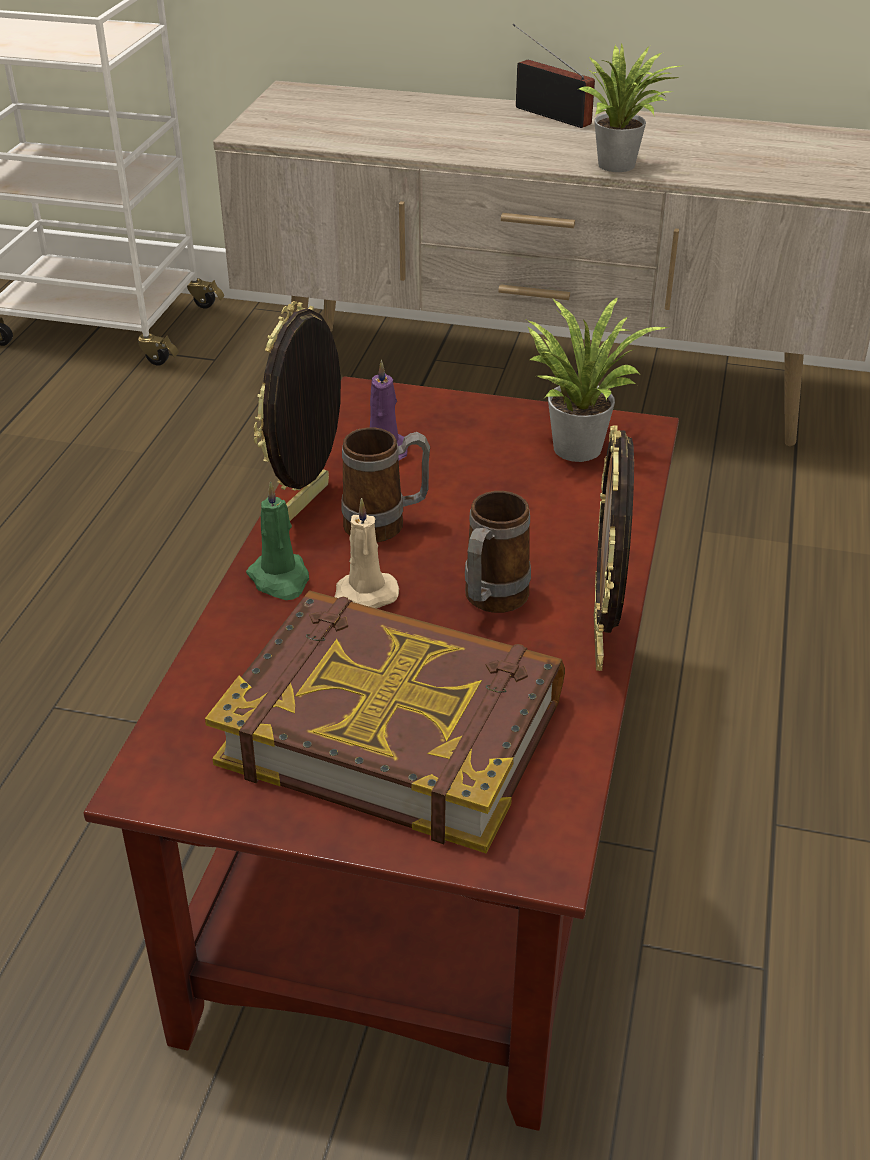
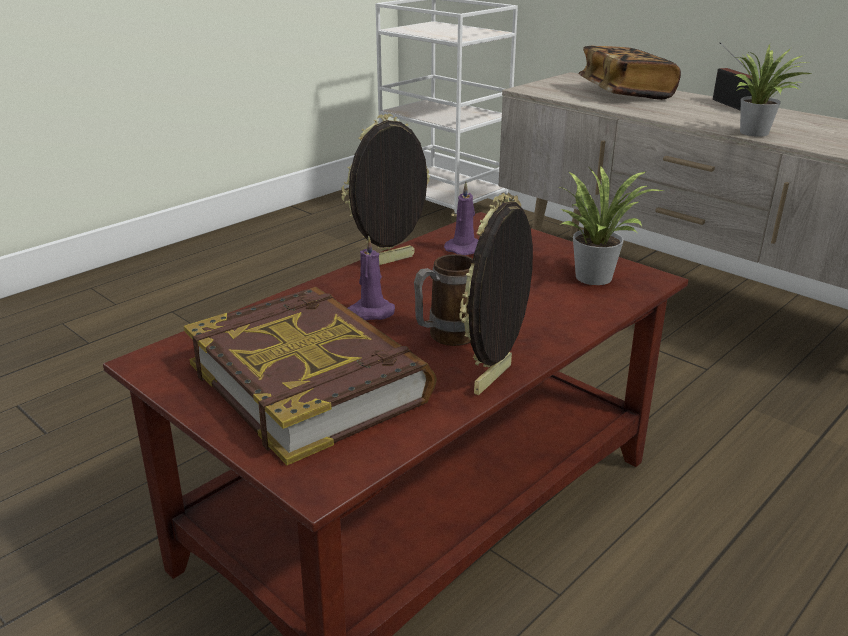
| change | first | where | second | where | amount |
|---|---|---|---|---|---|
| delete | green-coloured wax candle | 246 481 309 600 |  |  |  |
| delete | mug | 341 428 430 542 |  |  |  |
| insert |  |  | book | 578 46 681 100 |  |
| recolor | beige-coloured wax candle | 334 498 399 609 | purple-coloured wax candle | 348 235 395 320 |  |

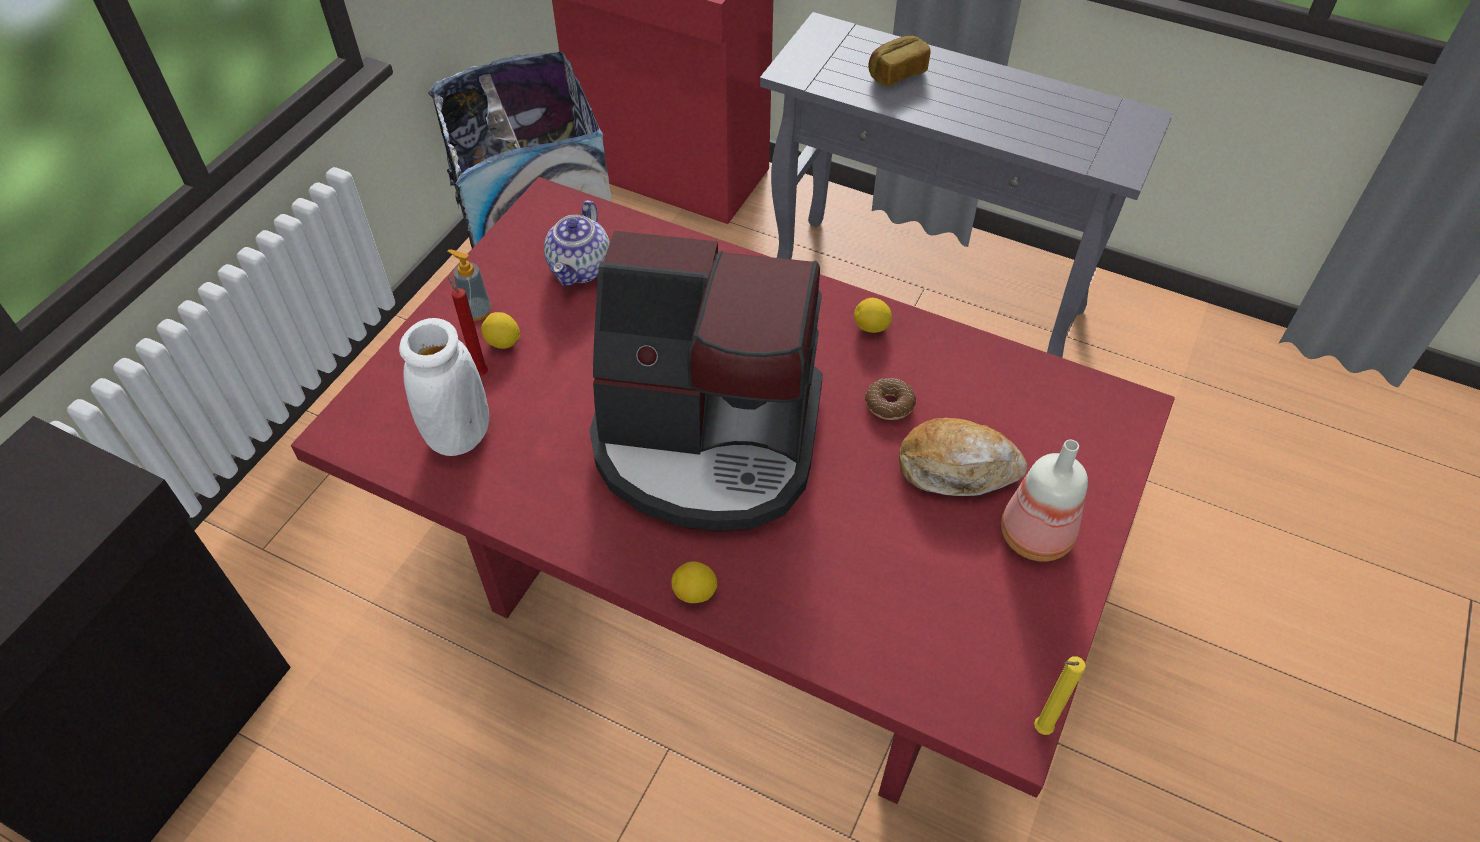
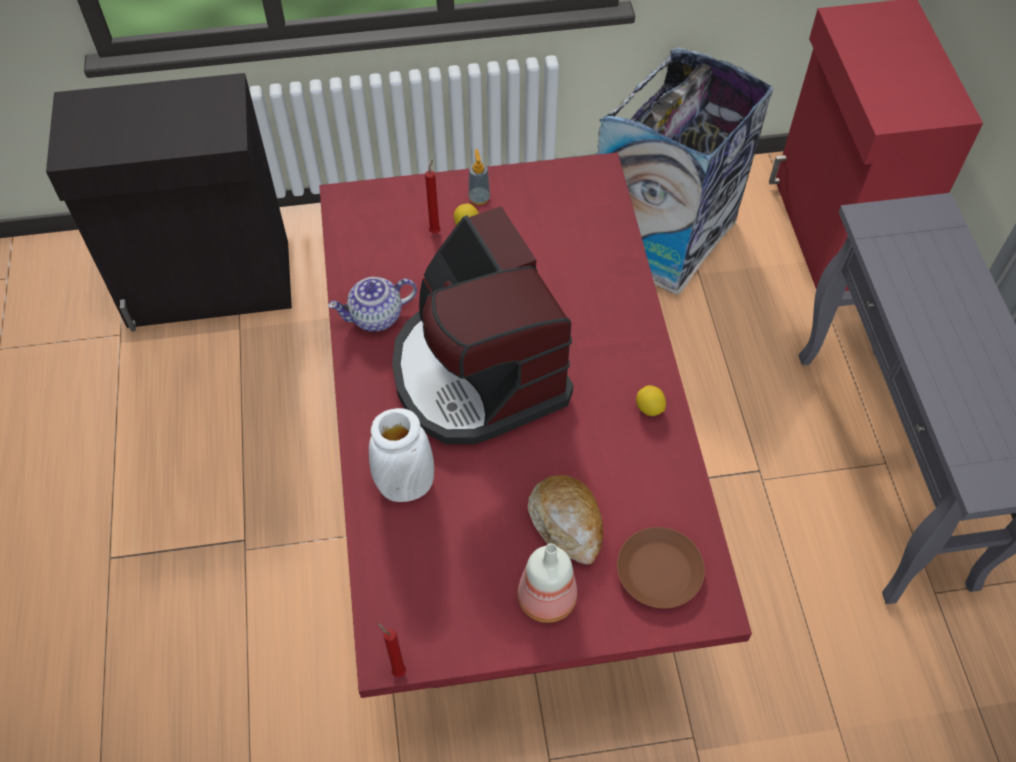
| change | first | where | second | where | amount |
|---|---|---|---|---|---|
| delete | whole lemon | 671 561 717 603 |  |  |  |
| delete | ring doughnut | 865 378 916 420 |  |  |  |
| delete | baked bread | 868 36 931 87 |  |  |  |
| insert |  |  | brown-coloured plate | 617 527 705 608 |  |
| move | white-coloured vase | 399 318 489 456 |  | 369 408 434 502 |  |
| move | pot for tea | 544 200 610 286 |  | 328 277 417 332 |  |
| recolor | yellow-coloured wax candle | 1034 656 1086 735 | red wax candle | 377 623 406 677 |  |

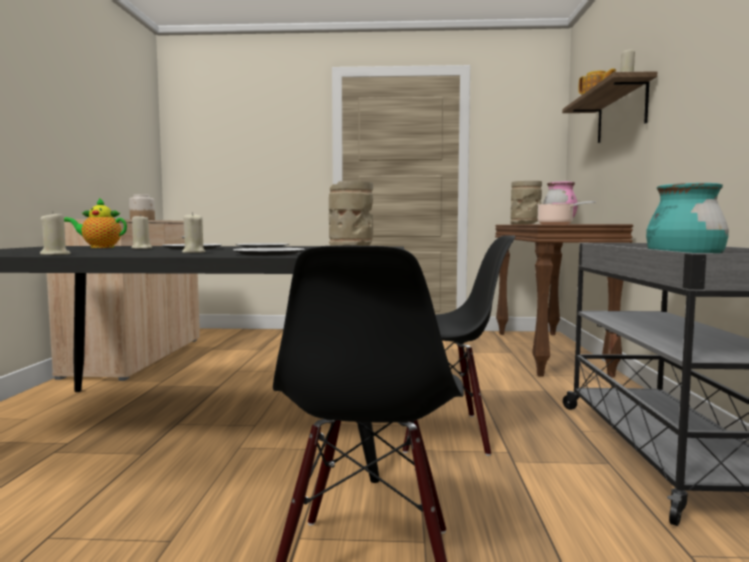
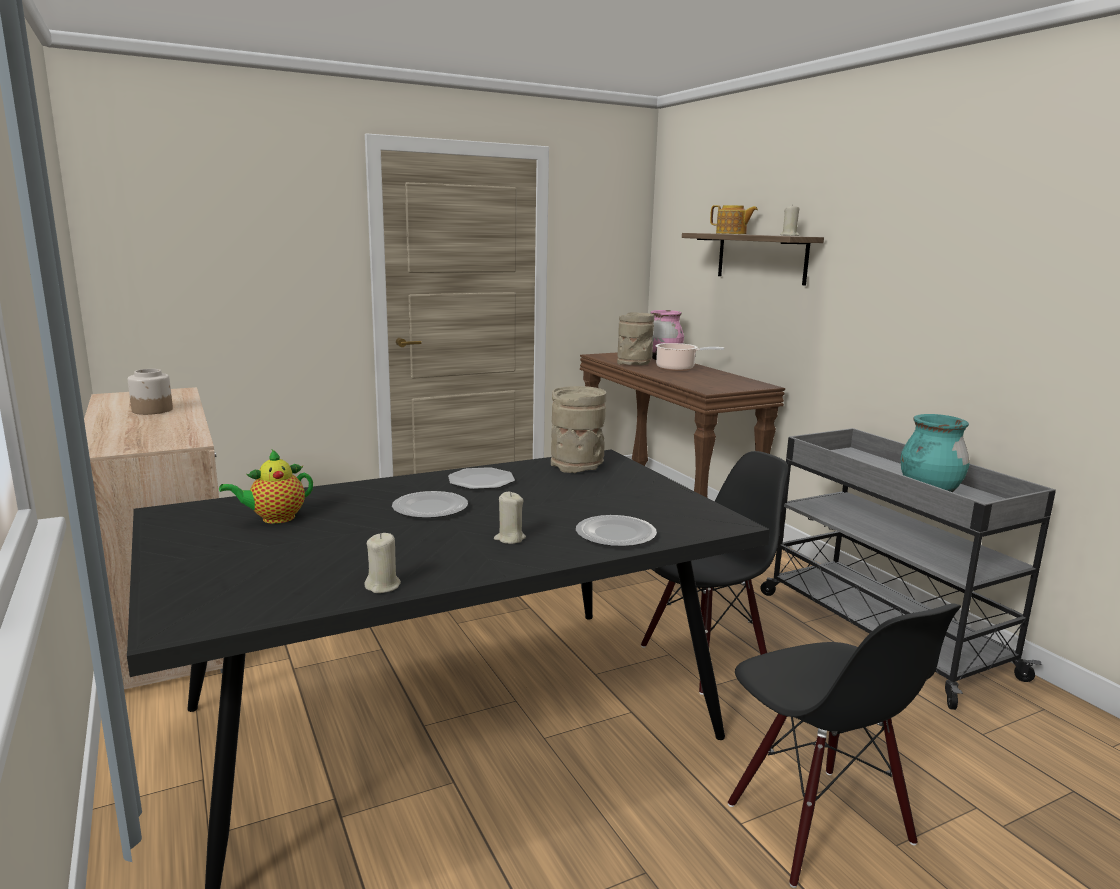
| change | first | where | second | where | amount |
|---|---|---|---|---|---|
| delete | beige-coloured wax candle | 131 214 152 249 |  |  |  |

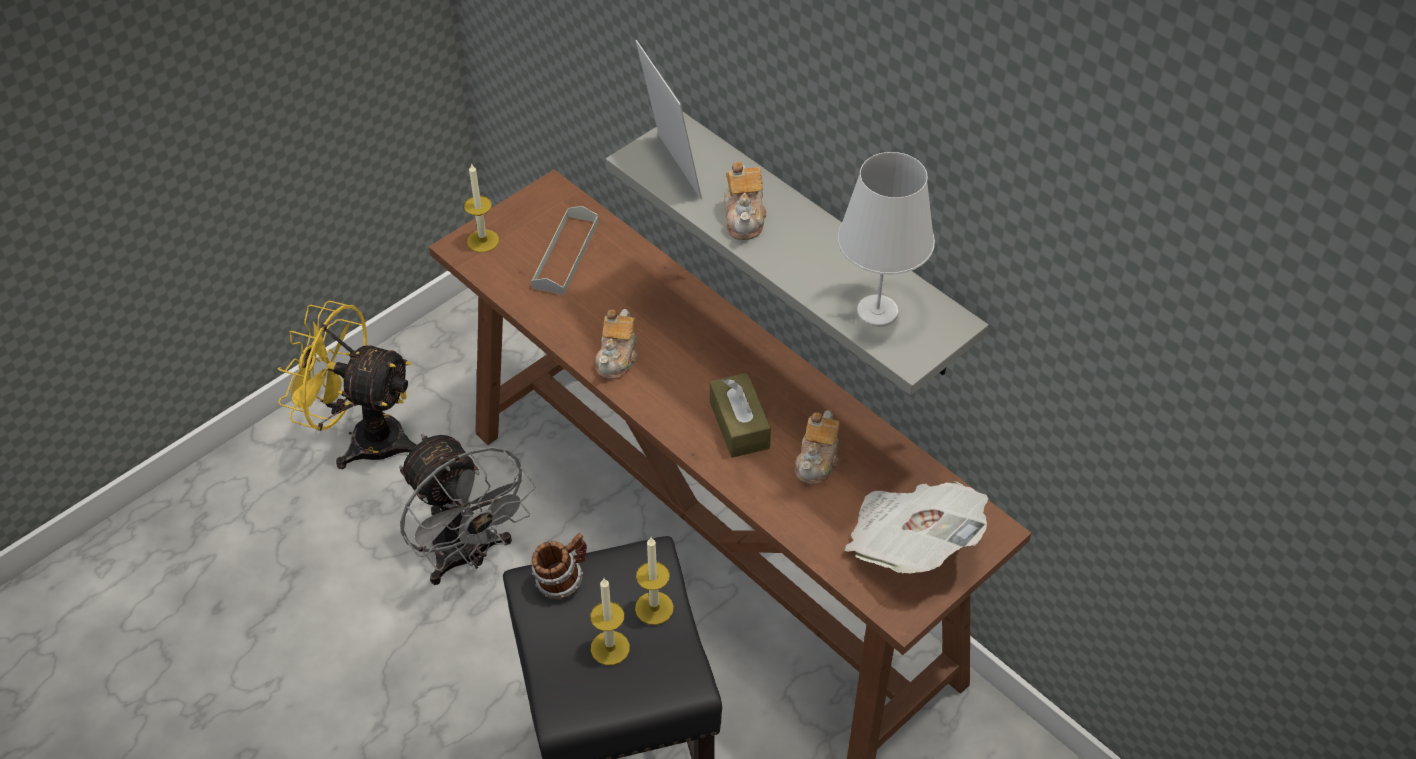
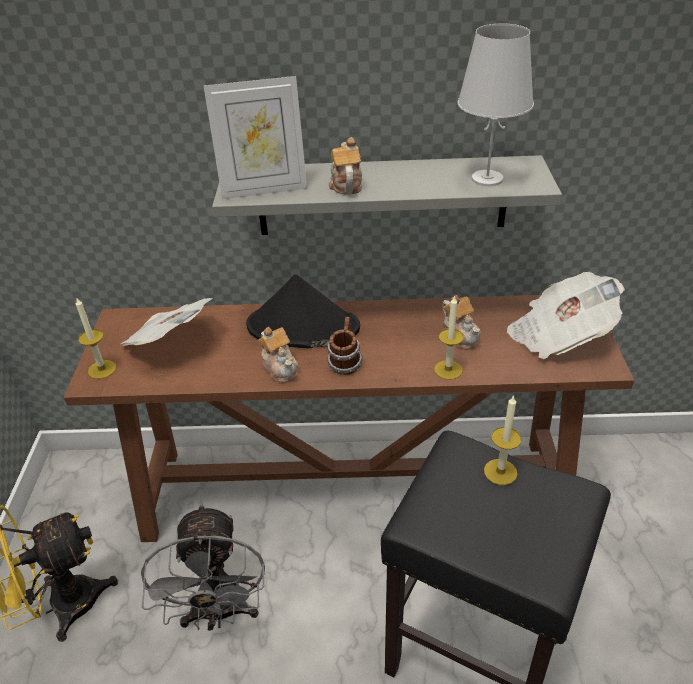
| change | first | where | second | where | amount |
|---|---|---|---|---|---|
| delete | brown-coloured box of tissues | 710 373 771 458 |  |  |  |
| insert |  |  | blackish clothing hat | 246 274 360 348 |  |
| move | mug | 531 533 587 599 |  | 327 317 363 375 |  |
| move | wax candle | 590 578 630 665 |  | 434 295 464 380 |  |
| replace | greyish serving tray | 531 206 599 295 | printed paper | 121 298 213 346 |  |
| rotate | greyish electric fan | 399 434 536 585 |  | 141 503 265 631 | 75 degrees clockwise |
| rotate | standing frame | 636 40 702 199 |  | 204 76 307 199 | 150 degrees clockwise |
| rotate | pot for tea | 724 161 766 240 |  | 329 137 362 195 | 135 degrees counterclockwise |

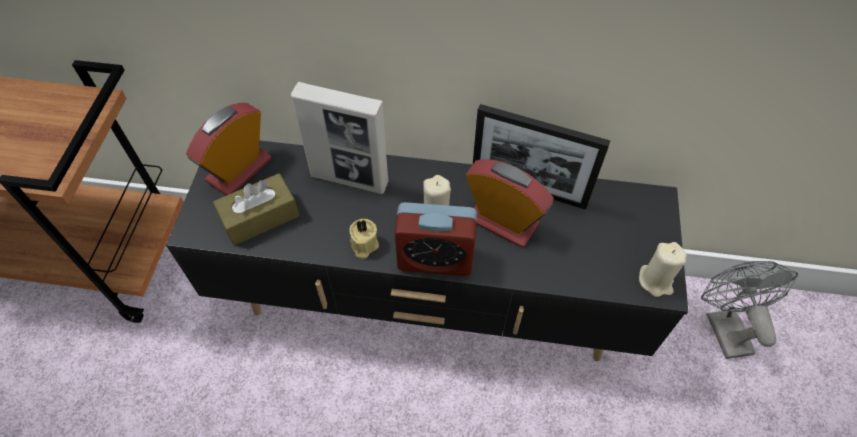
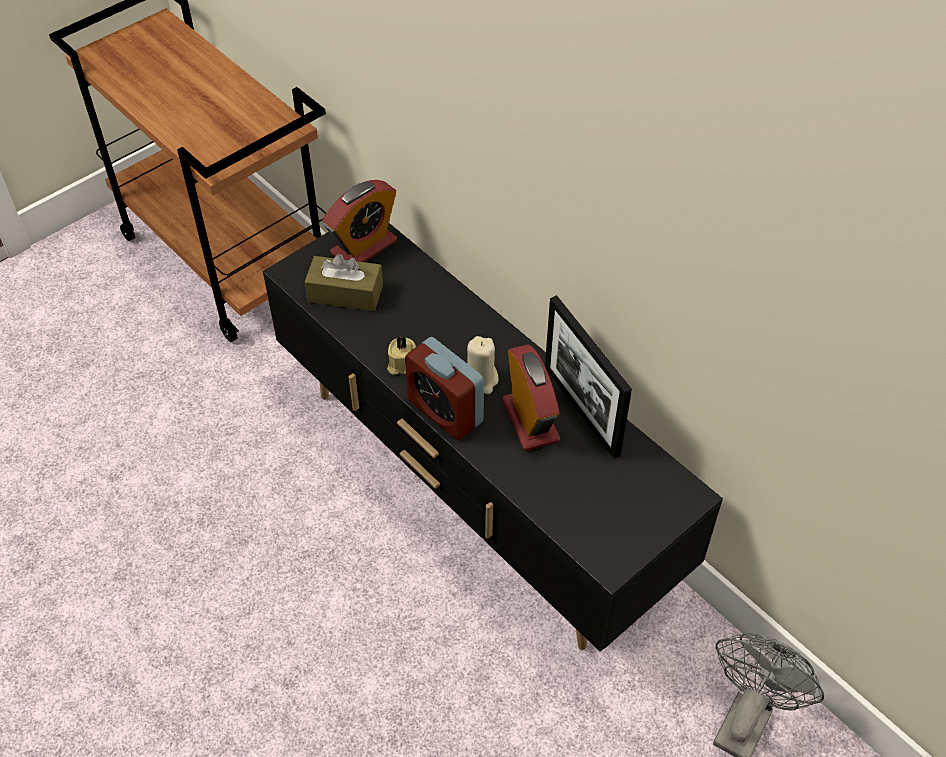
| change | first | where | second | where | amount |
|---|---|---|---|---|---|
| delete | standing frame | 291 82 389 194 |  |  |  |
| delete | beige-coloured wax candle | 639 242 687 297 |  |  |  |
| rotate | alarm clock | 186 103 271 196 |  | 323 180 397 262 | 150 degrees clockwise |

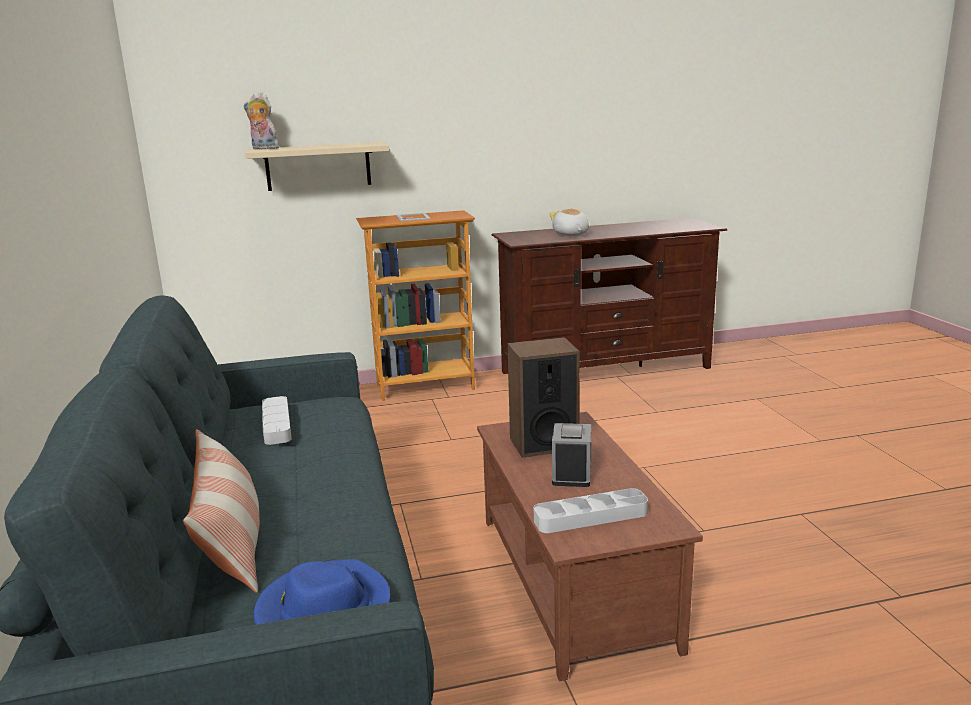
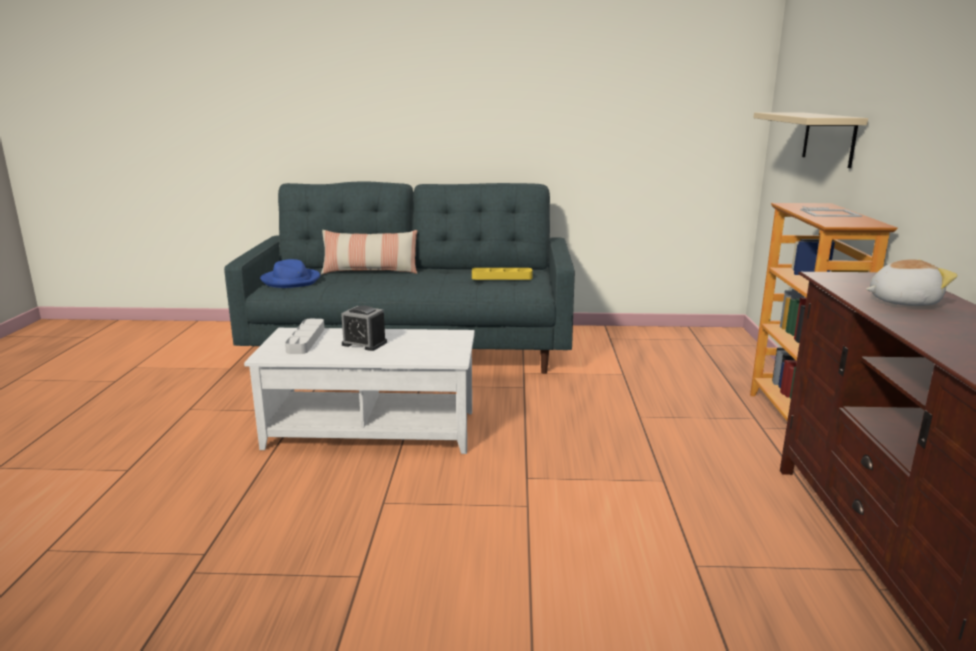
| change | first | where | second | where | amount |
|---|---|---|---|---|---|
| delete | soft toy | 244 92 279 150 |  |  |  |
| delete | speaker | 507 337 580 458 |  |  |  |
| recolor | greyish serving tray | 262 396 291 445 | yellow-coloured serving tray | 472 268 532 280 |  |
| recolor | brown-coloured coffee table | 477 412 703 681 | white-coloured coffee table | 244 328 475 454 |  |

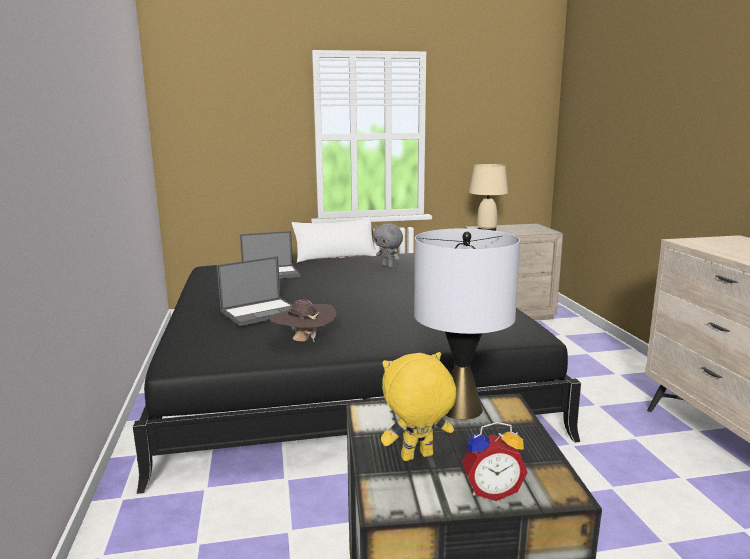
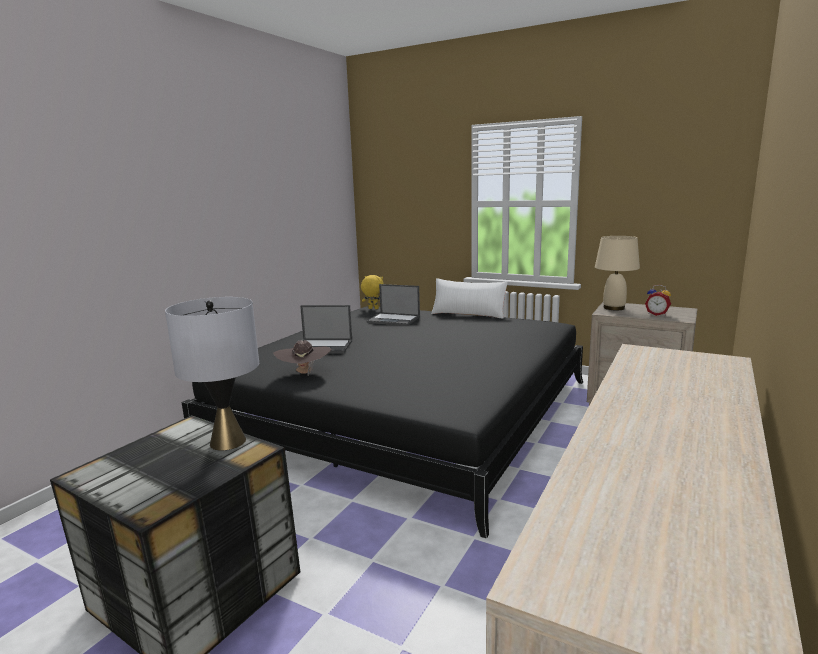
| change | first | where | second | where | amount |
|---|---|---|---|---|---|
| delete | greyish soft toy | 373 223 403 268 |  |  |  |
| move | yellow-coloured soft toy | 381 352 457 461 |  | 361 275 383 309 |  |
| move | alarm clock | 462 422 528 501 |  | 645 285 671 316 |  |

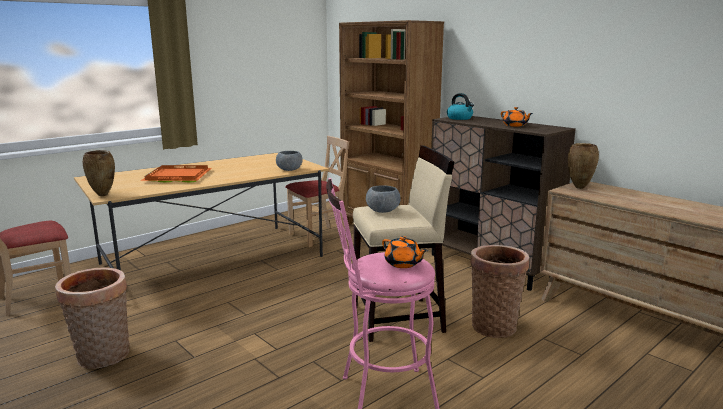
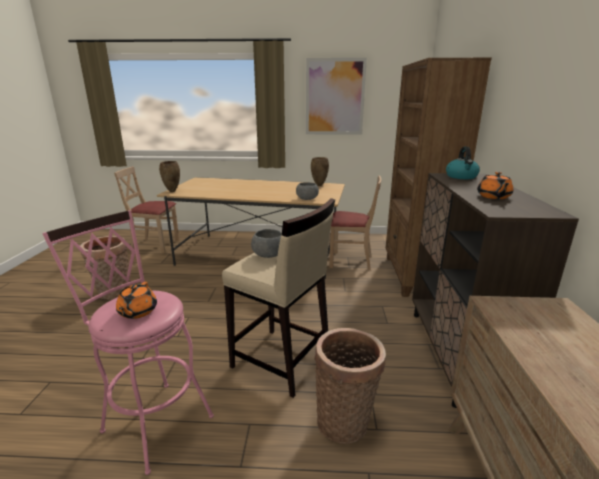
| change | first | where | second | where | amount |
|---|---|---|---|---|---|
| delete | orange-coloured serving tray | 141 165 211 183 |  |  |  |
| insert |  |  | picture | 306 58 367 135 |  |
| move | brown-coloured vase | 568 143 599 189 |  | 311 157 329 186 |  |

